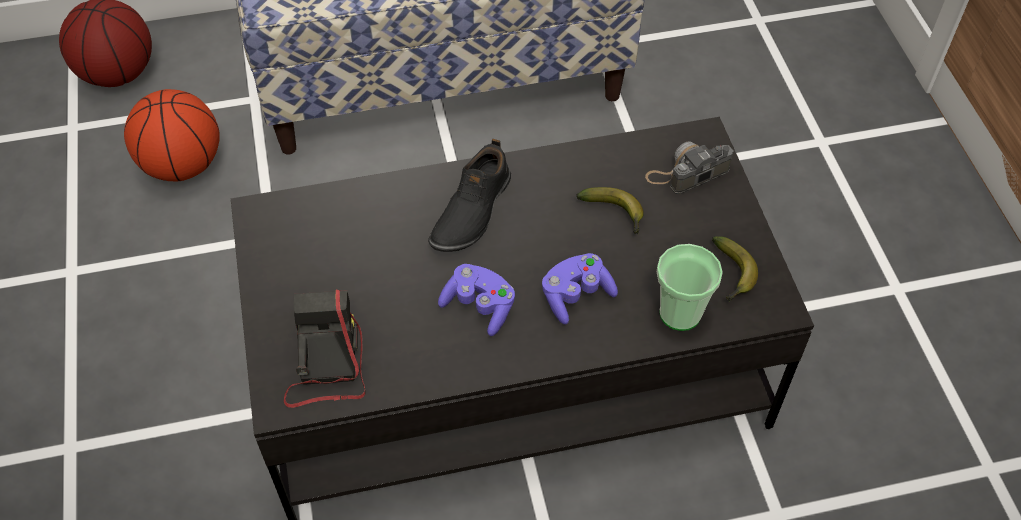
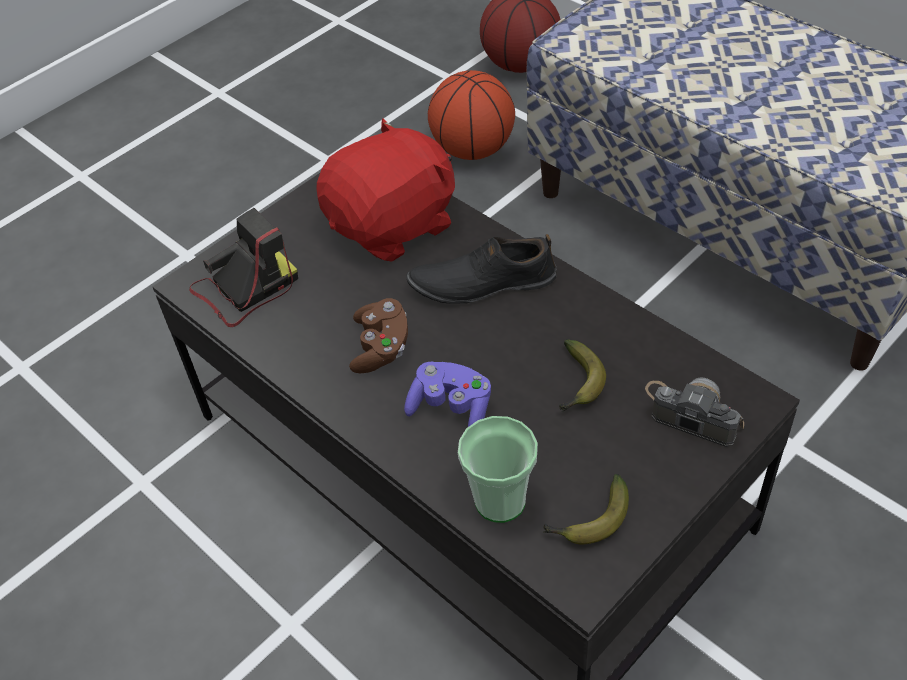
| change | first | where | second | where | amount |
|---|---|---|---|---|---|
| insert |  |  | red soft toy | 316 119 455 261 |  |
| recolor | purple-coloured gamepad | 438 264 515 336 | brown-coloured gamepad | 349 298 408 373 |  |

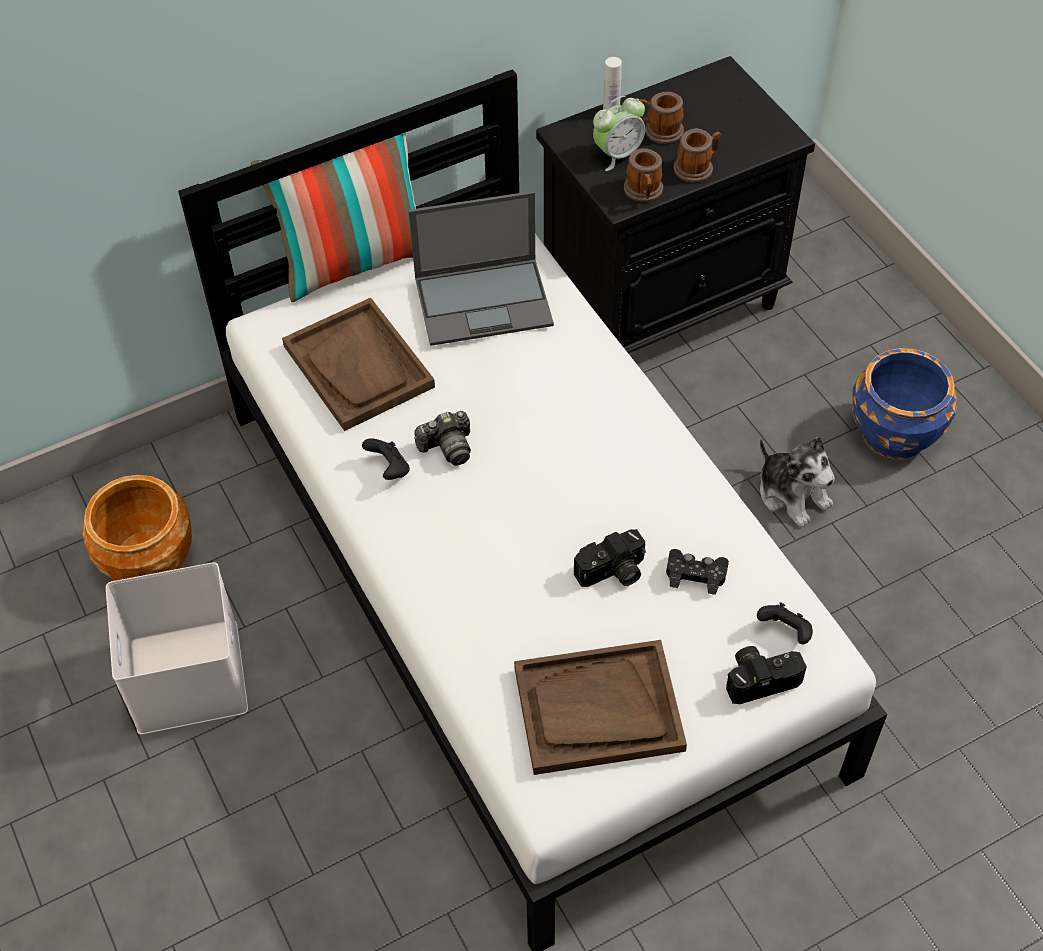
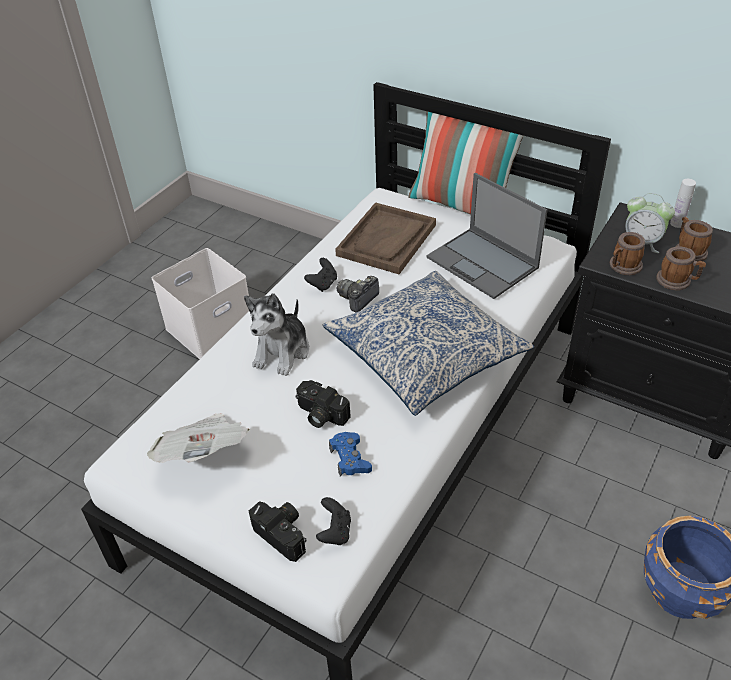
| change | first | where | second | where | amount |
|---|---|---|---|---|---|
| delete | brown-coloured flower pot | 82 475 192 581 |  |  |  |
| insert |  |  | cushion | 323 271 534 416 |  |
| move | soft toy | 760 437 835 527 |  | 244 293 309 376 |  |
| replace | brown-coloured serving tray | 514 640 687 775 | printed paper | 147 413 250 463 |  |
| recolor | blackish gamepad | 666 549 729 595 | bluish gamepad | 329 432 372 476 |  |
| rotate | still camera | 414 411 471 466 |  | 337 276 379 312 | 90 degrees clockwise |

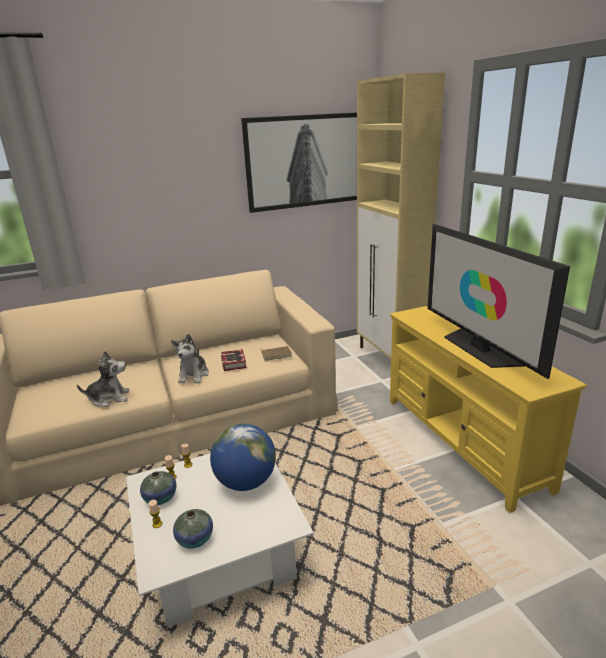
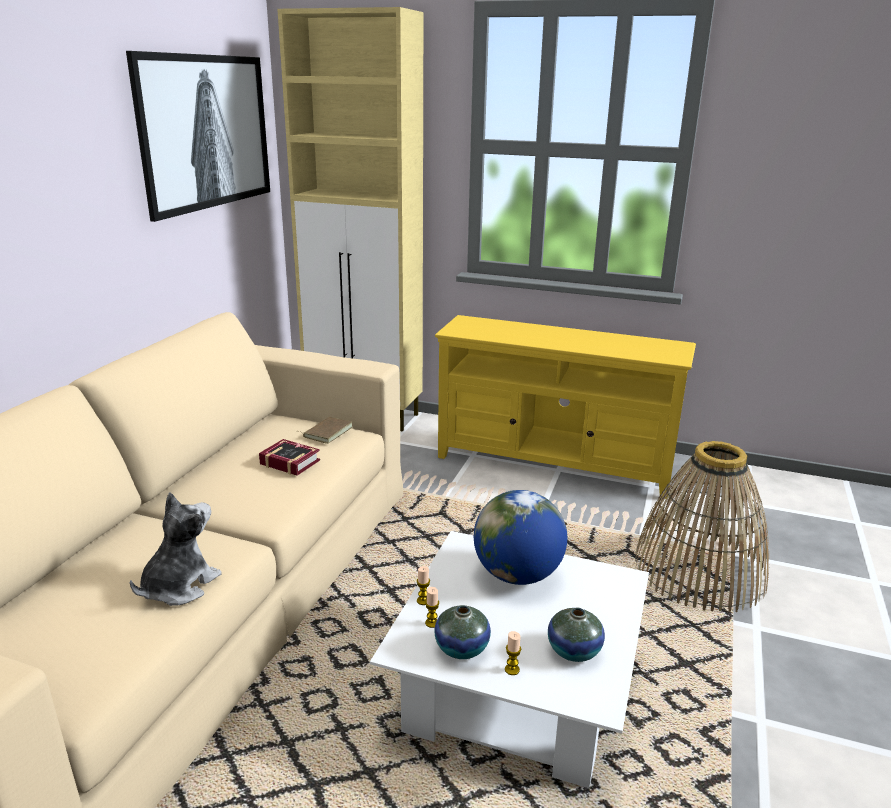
| change | first | where | second | where | amount |
|---|---|---|---|---|---|
| delete | soft toy | 171 334 209 384 |  |  |  |
| delete | TV | 427 224 570 379 |  |  |  |
| insert |  |  | basket | 635 441 769 612 |  |

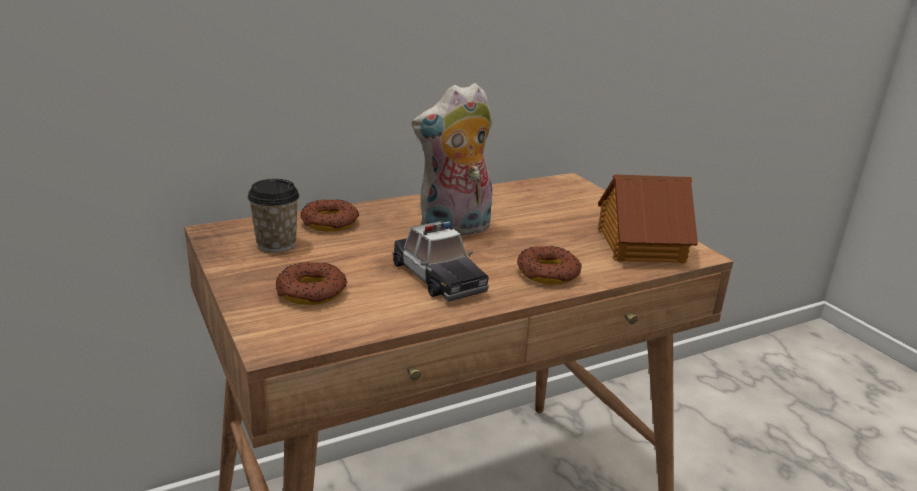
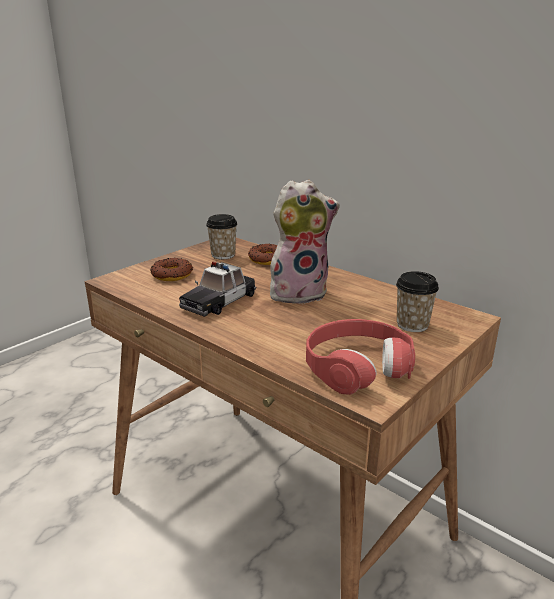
| change | first | where | second | where | amount |
|---|---|---|---|---|---|
| delete | ring doughnut | 517 246 582 285 |  |  |  |
| insert |  |  | small cup | 396 271 439 332 |  |
| replace | toy house | 598 174 698 263 | red headphones | 306 319 415 395 |  |
| rotate | soft toy | 412 83 492 235 |  | 270 180 340 304 | 120 degrees clockwise |

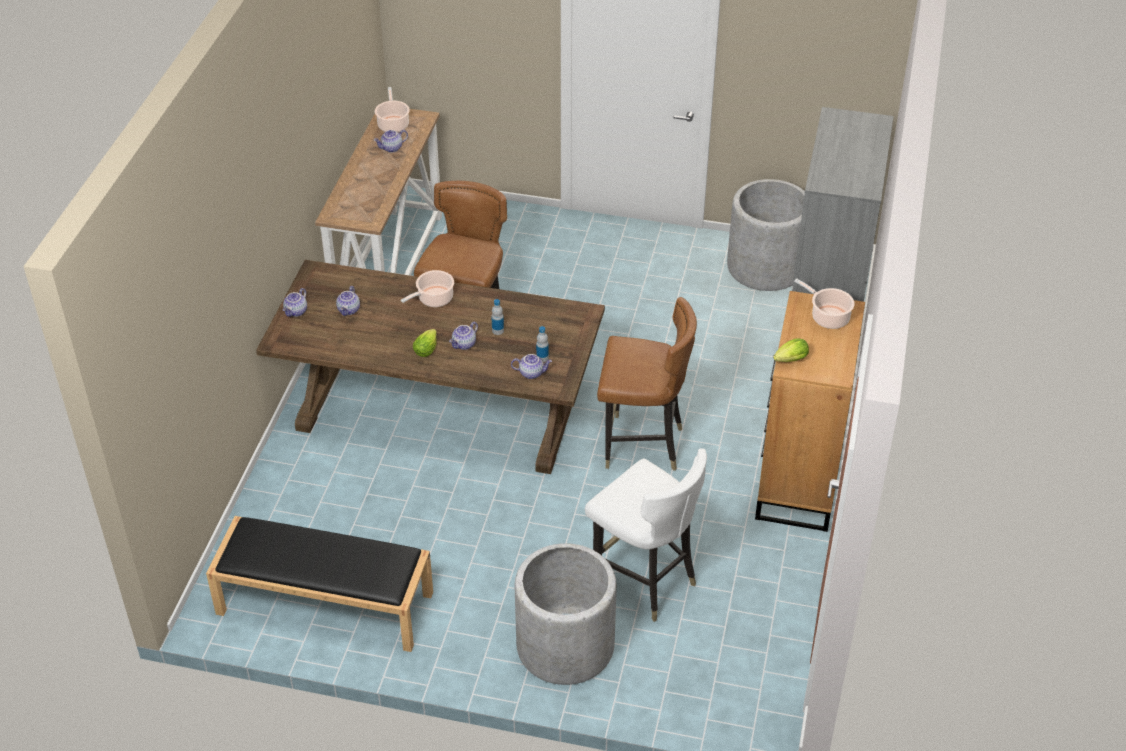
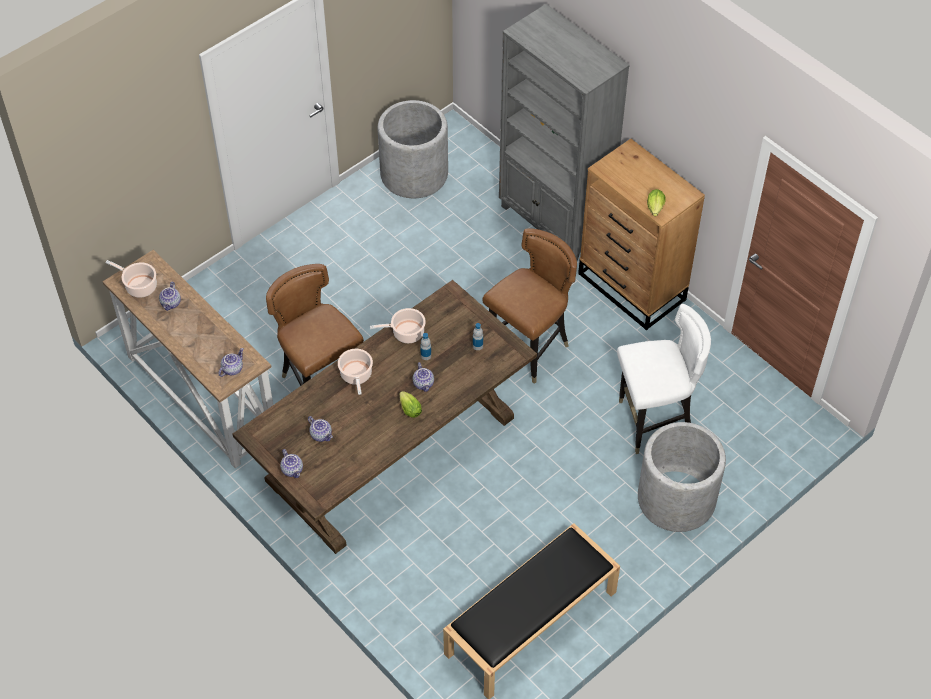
| change | first | where | second | where | amount |
|---|---|---|---|---|---|
| move | pot for tea | 511 354 552 379 |  | 218 348 244 377 |  |
| move | saucepot | 794 279 855 329 |  | 370 308 426 343 |  |

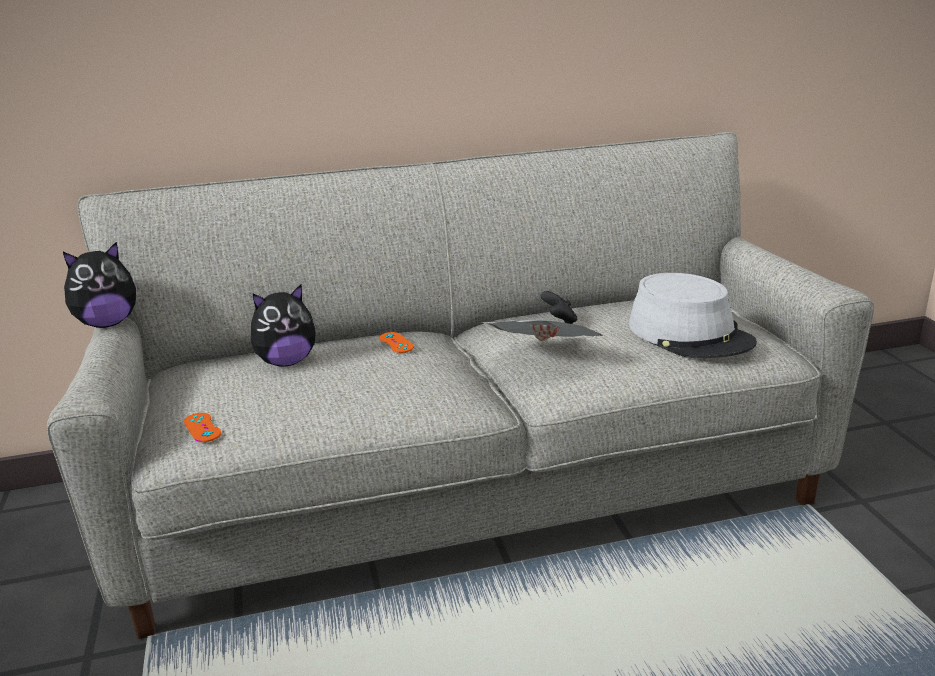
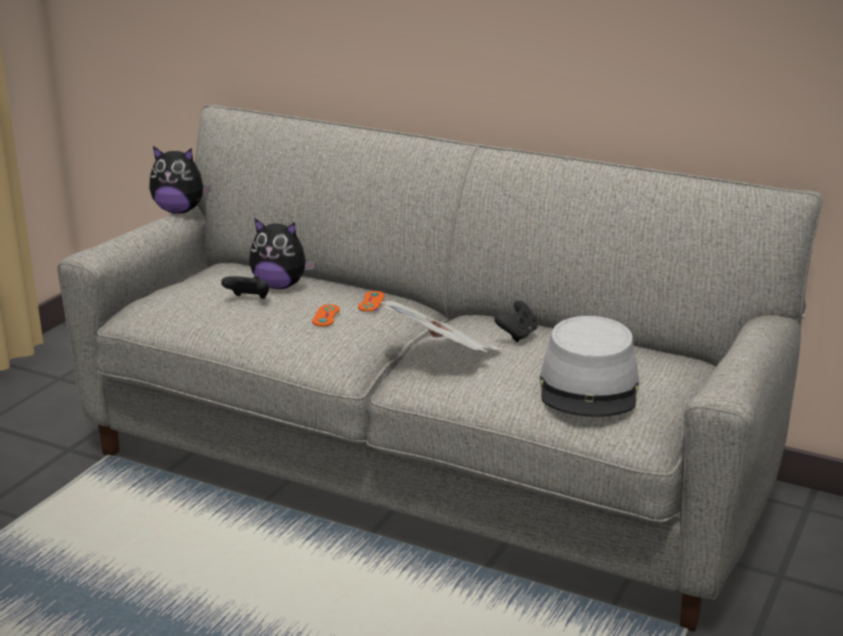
| change | first | where | second | where | amount |
|---|---|---|---|---|---|
| insert |  |  | blackish gamepad | 221 276 269 299 |  |
| move | orange-coloured gamepad | 184 413 221 442 |  | 312 304 340 326 |  |

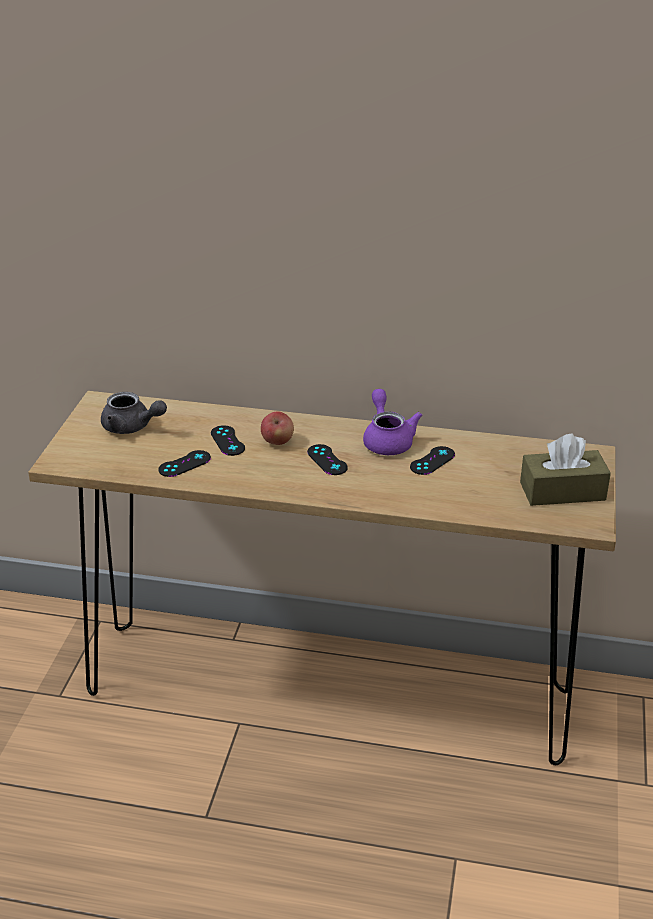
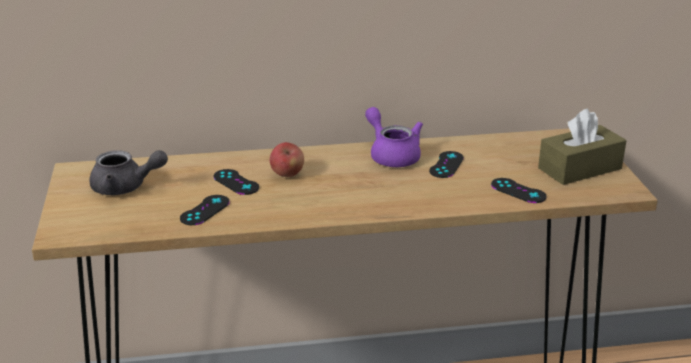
| change | first | where | second | where | amount |
|---|---|---|---|---|---|
| move | blackish gamepad | 307 444 348 475 |  | 491 178 547 203 |  |

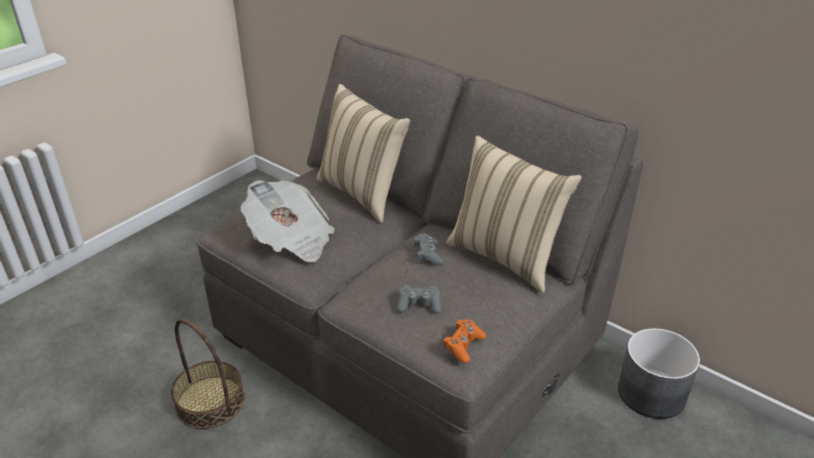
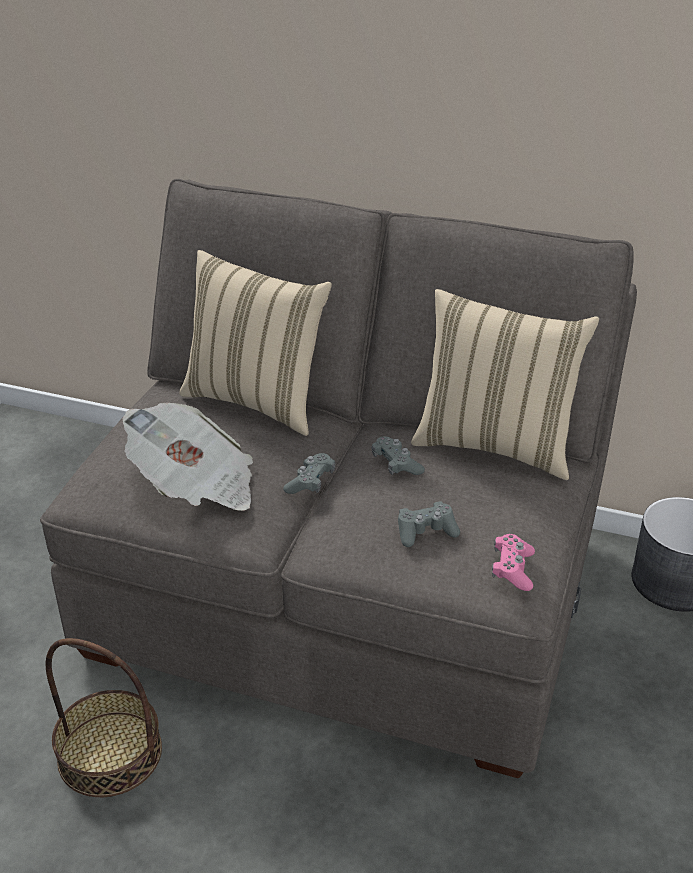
| change | first | where | second | where | amount |
|---|---|---|---|---|---|
| insert |  |  | greyish gamepad | 283 453 336 494 |  |
| recolor | orange-coloured gamepad | 443 319 486 363 | pink gamepad | 492 534 535 591 |  |

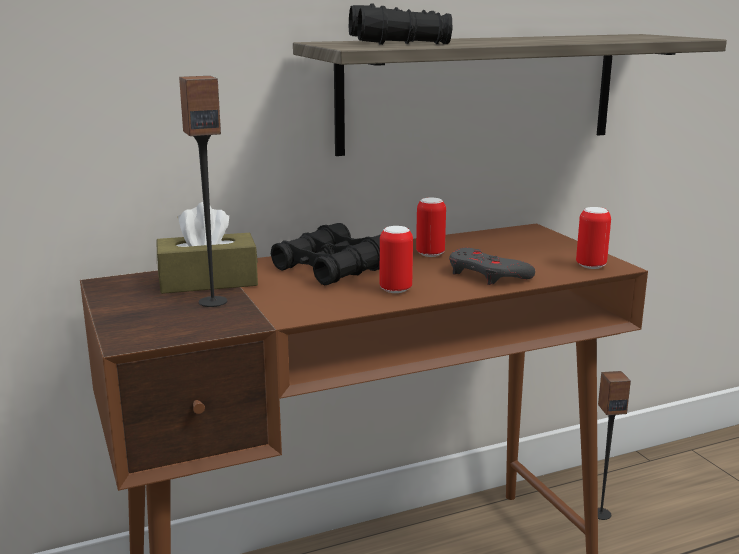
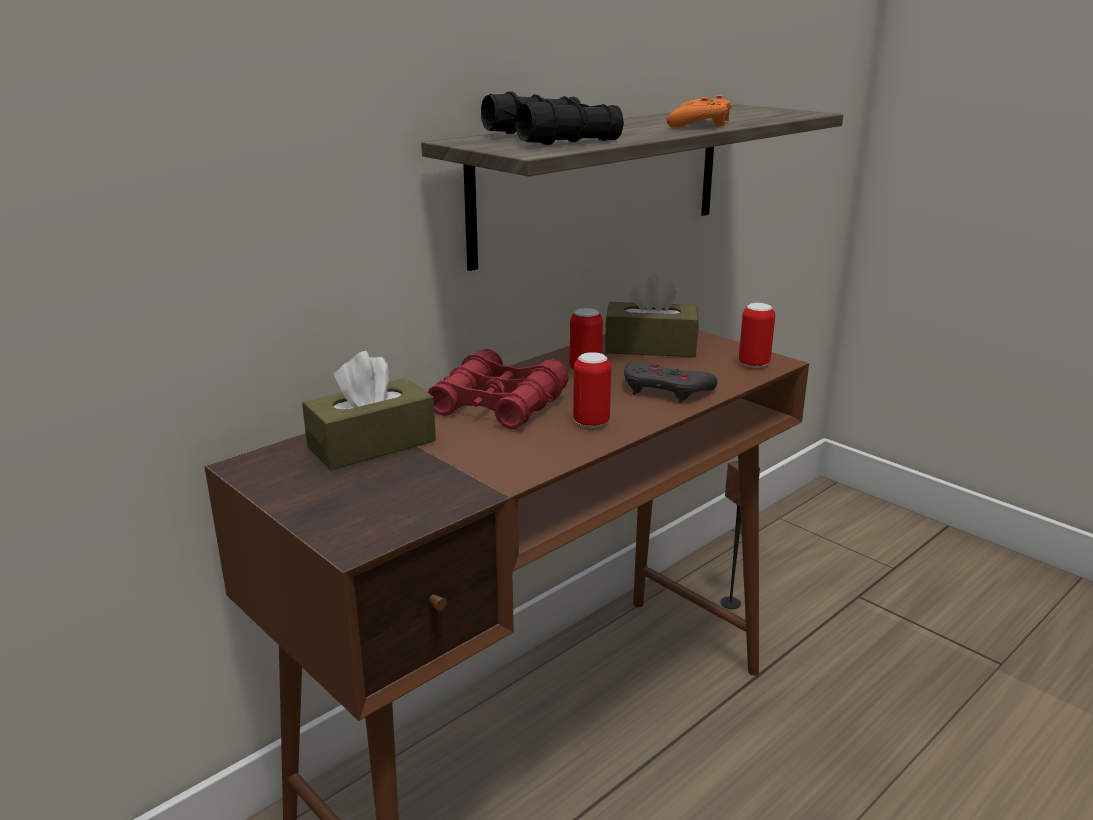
| change | first | where | second | where | amount |
|---|---|---|---|---|---|
| delete | speaker | 179 76 227 307 |  |  |  |
| insert |  |  | brown-coloured box of tissues | 605 274 699 357 |  |
| insert |  |  | orange-coloured gamepad | 667 95 732 128 |  |
| recolor | blackish binoculars | 271 223 381 285 | red binoculars | 428 349 569 429 |  |

